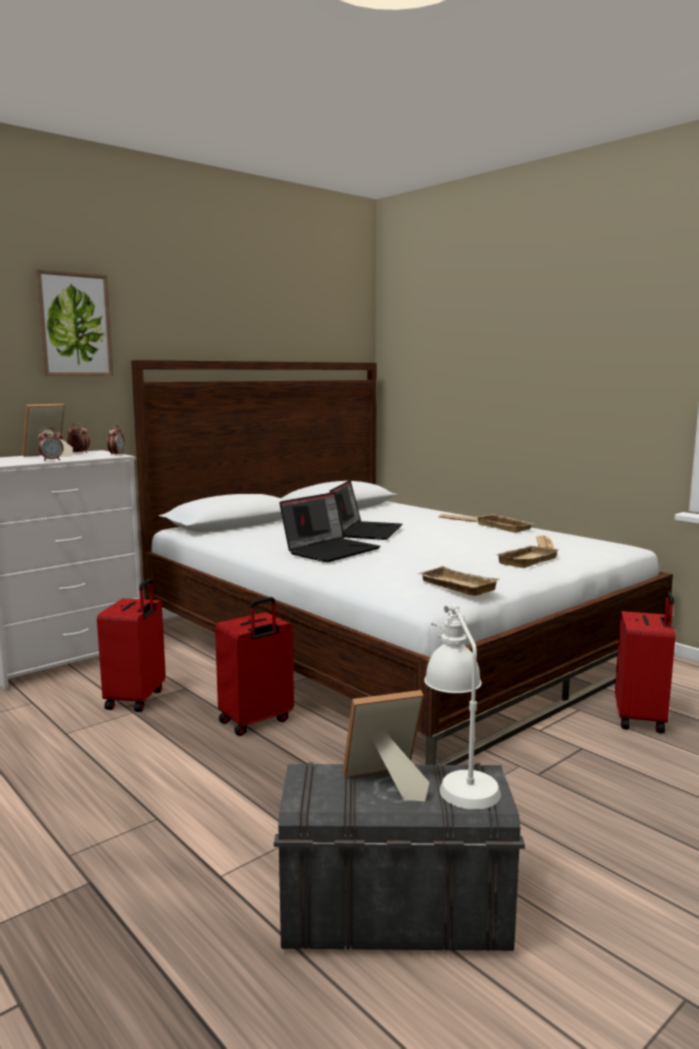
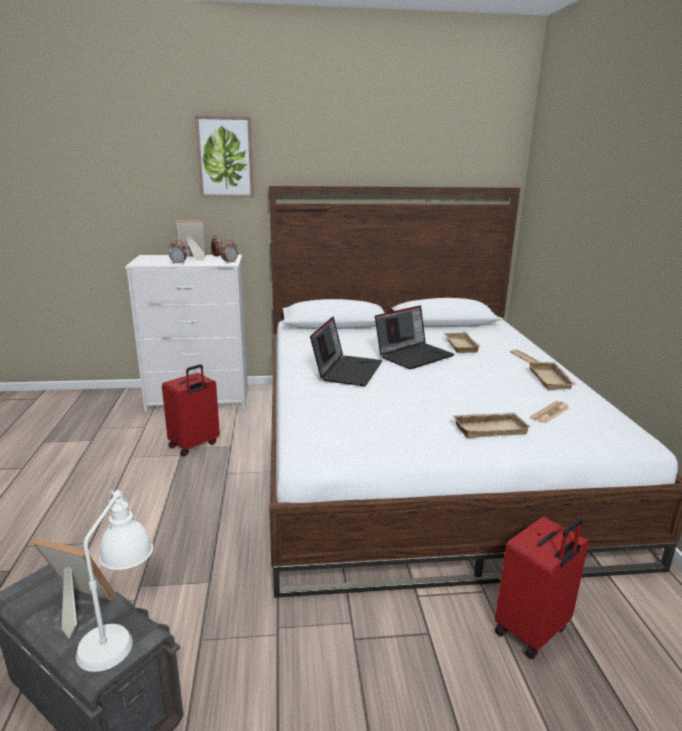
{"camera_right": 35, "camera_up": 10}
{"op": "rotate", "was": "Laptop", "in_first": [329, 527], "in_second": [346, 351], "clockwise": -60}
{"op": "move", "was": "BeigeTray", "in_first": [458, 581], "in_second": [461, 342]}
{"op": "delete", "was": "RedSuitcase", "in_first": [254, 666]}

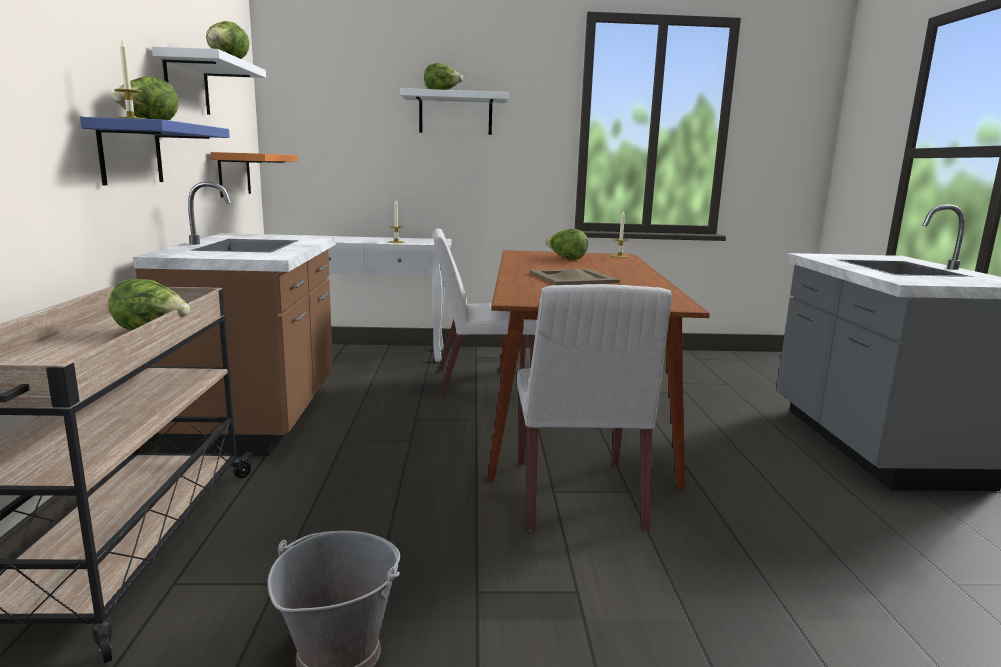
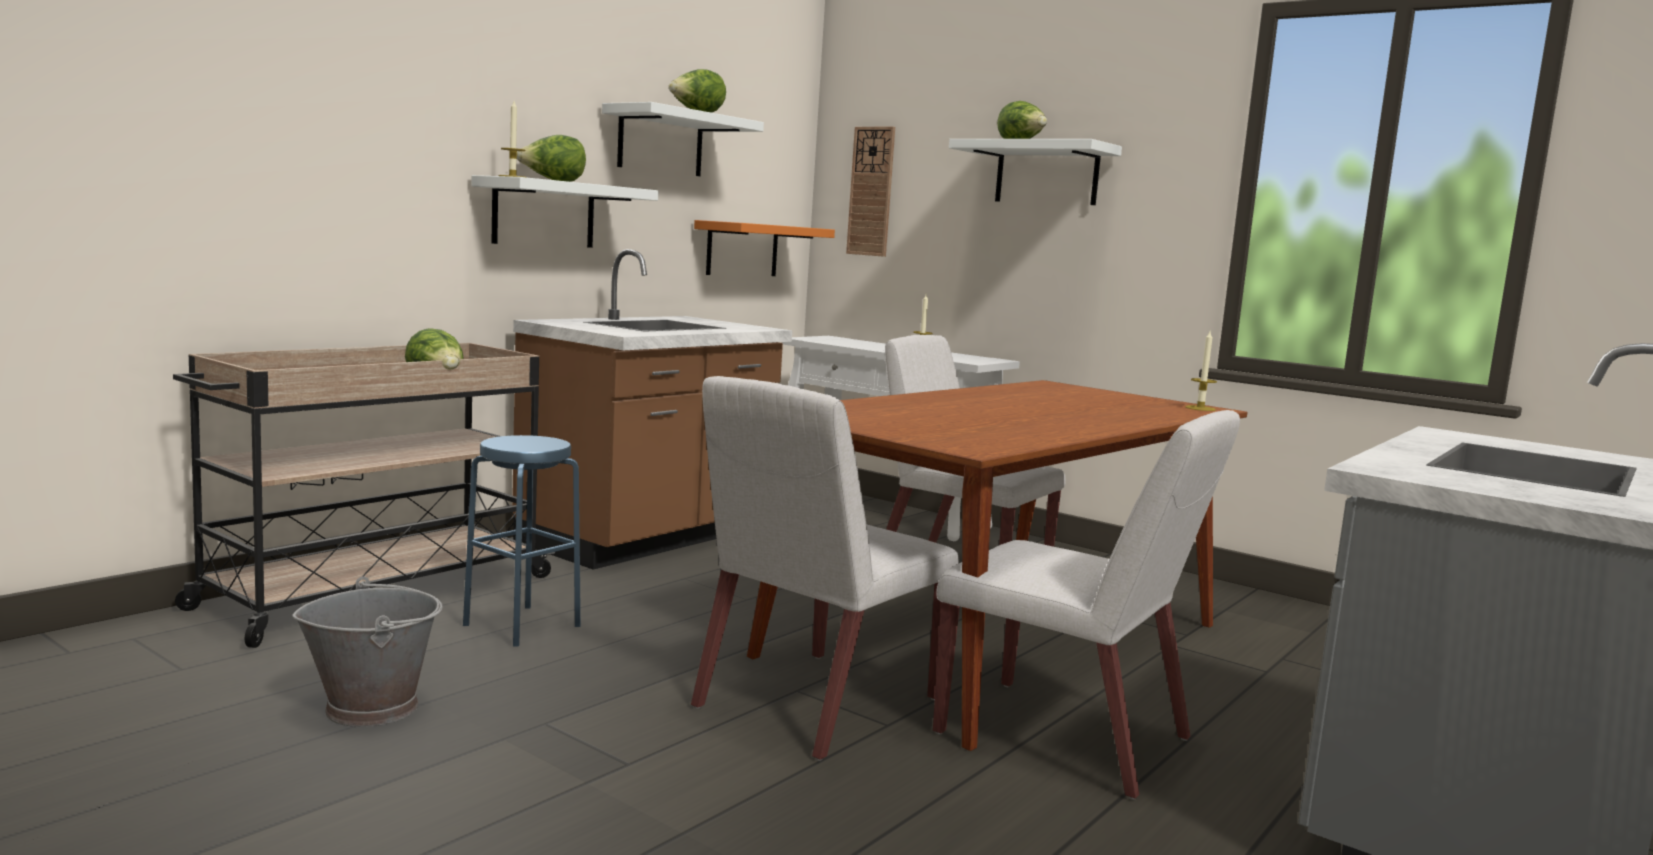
{"camera_right": 40, "camera_up": -5}
{"op": "insert", "now": "BlueStool", "in_second": [522, 541]}
{"op": "recolor", "was": "BlueShelf", "now": "WhiteShelf", "in_first": [155, 151], "in_second": [565, 211]}
{"op": "insert", "now": "WallClock", "in_second": [870, 191]}
{"op": "insert", "now": "WhiteChair", "in_second": [1086, 605]}
{"op": "delete", "was": "BeigeTray", "in_first": [575, 276]}
{"op": "delete", "was": "Lettuce", "in_first": [567, 244]}

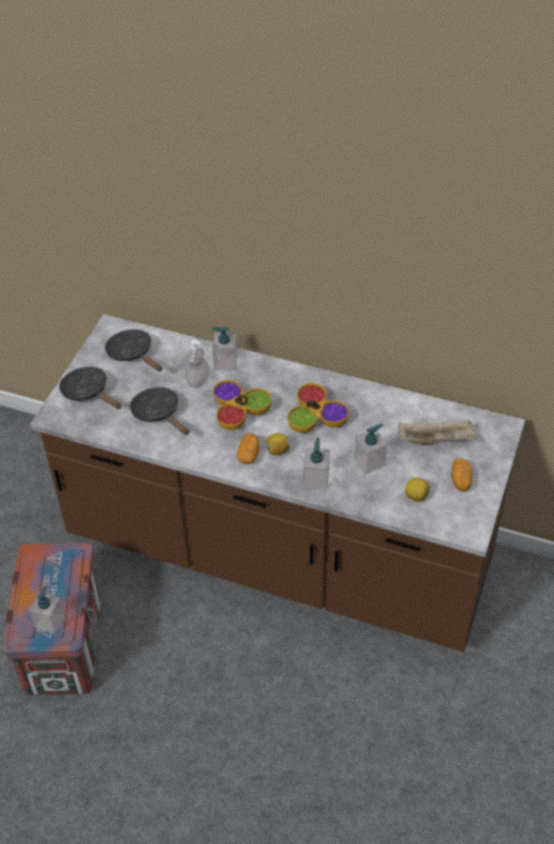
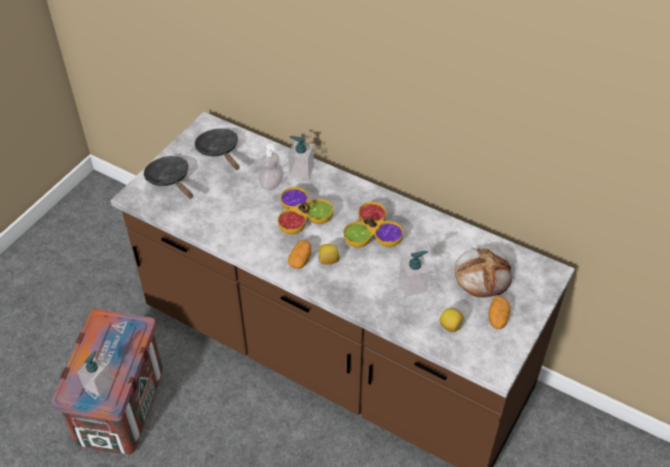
{"camera_right": 10, "camera_up": 0}
{"op": "replace", "was": "BeigeTray", "now": "Bread", "in_first": [437, 432], "in_second": [483, 273]}
{"op": "delete", "was": "BlackFryingPan", "in_first": [159, 411]}
{"op": "delete", "was": "SoapDispenser", "in_first": [316, 463]}

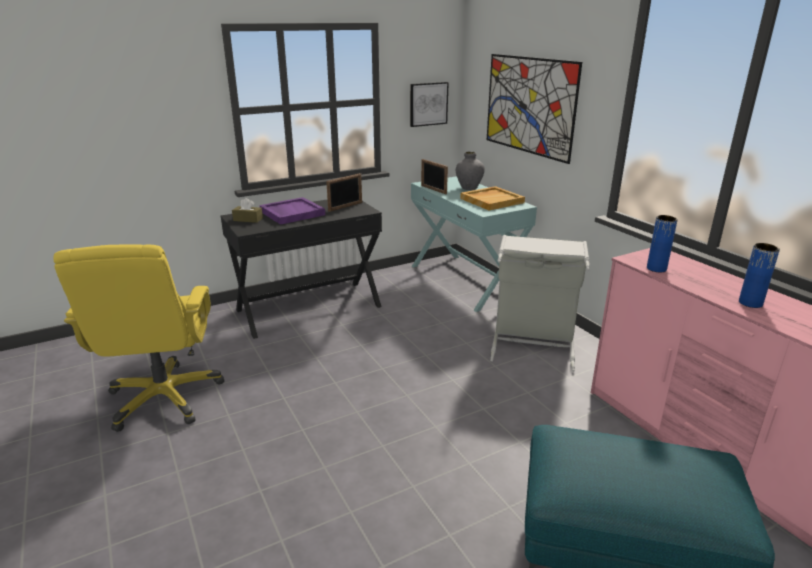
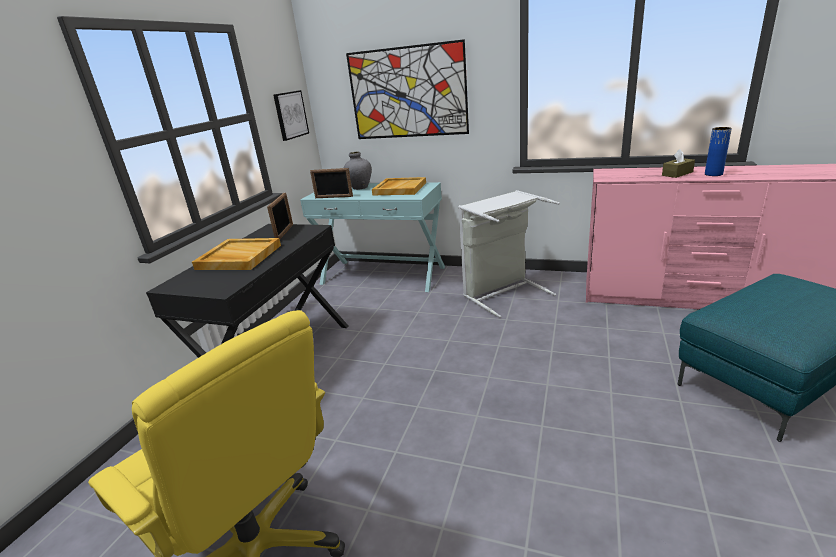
{"camera_right": -40, "camera_up": 0}
{"op": "recolor", "was": "PurpleTray", "now": "BeigeTray", "in_first": [292, 211], "in_second": [236, 254]}
{"op": "move", "was": "BrownTissueBox", "in_first": [247, 210], "in_second": [678, 163]}
{"op": "delete", "was": "BlueVase", "in_first": [662, 243]}

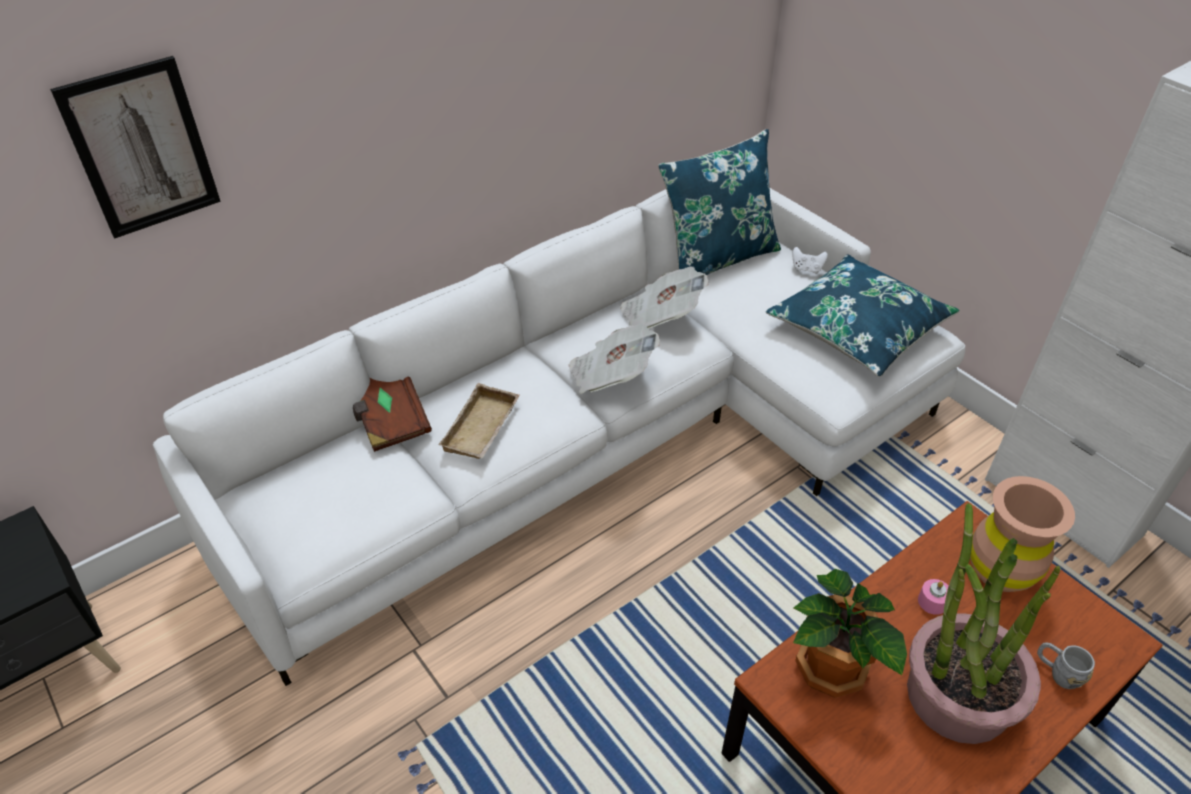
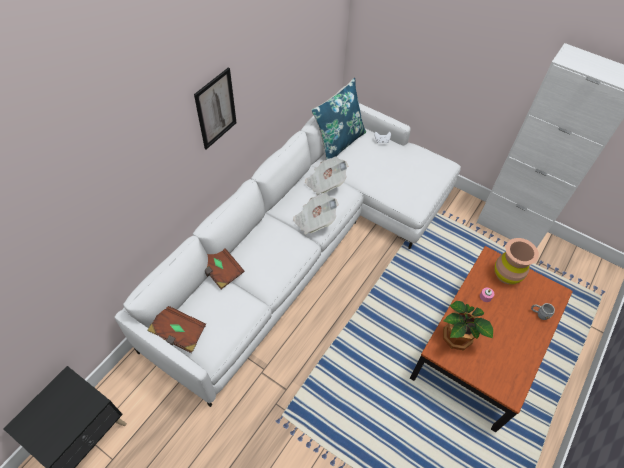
{"camera_right": -20, "camera_up": 10}
{"op": "insert", "now": "BrownBook", "in_second": [176, 329]}
{"op": "move", "was": "Picture", "in_first": [135, 147], "in_second": [215, 108]}
{"op": "delete", "was": "BeigeTray", "in_first": [478, 421]}
{"op": "delete", "was": "BluePillow", "in_first": [863, 316]}
{"op": "delete", "was": "PottedPlant", "in_first": [983, 623]}

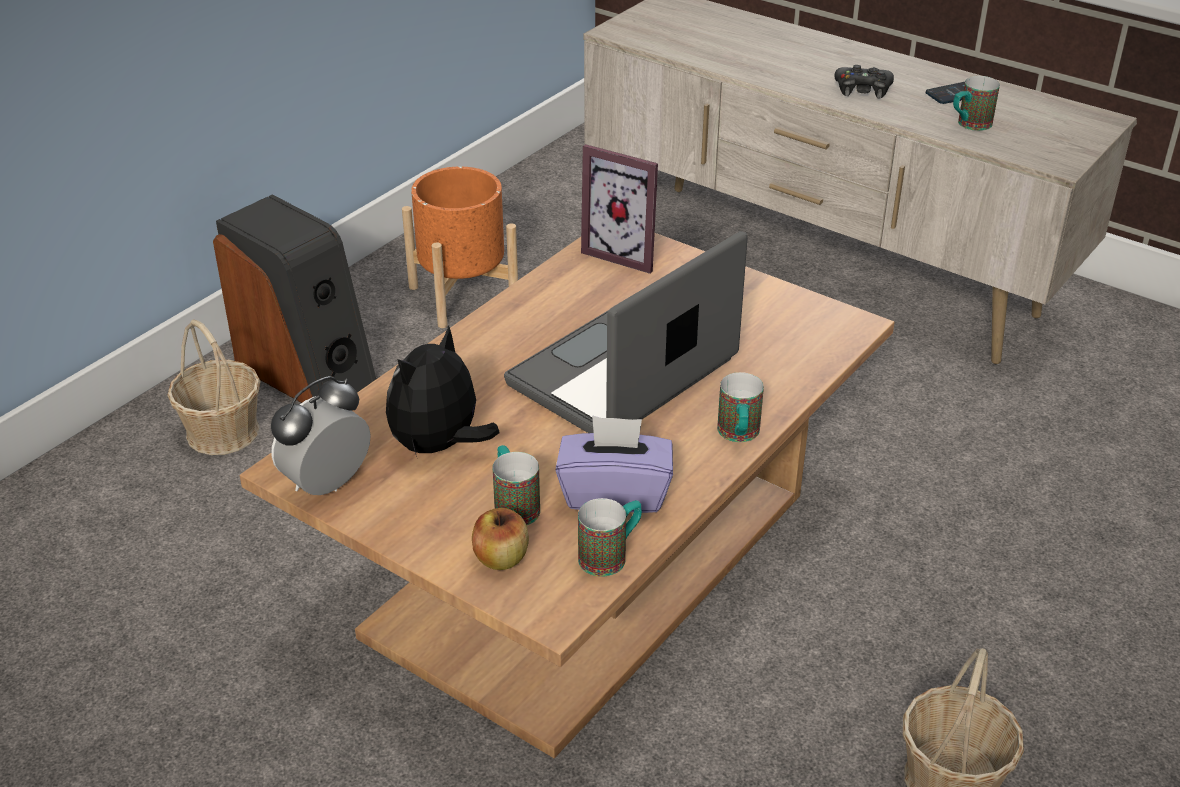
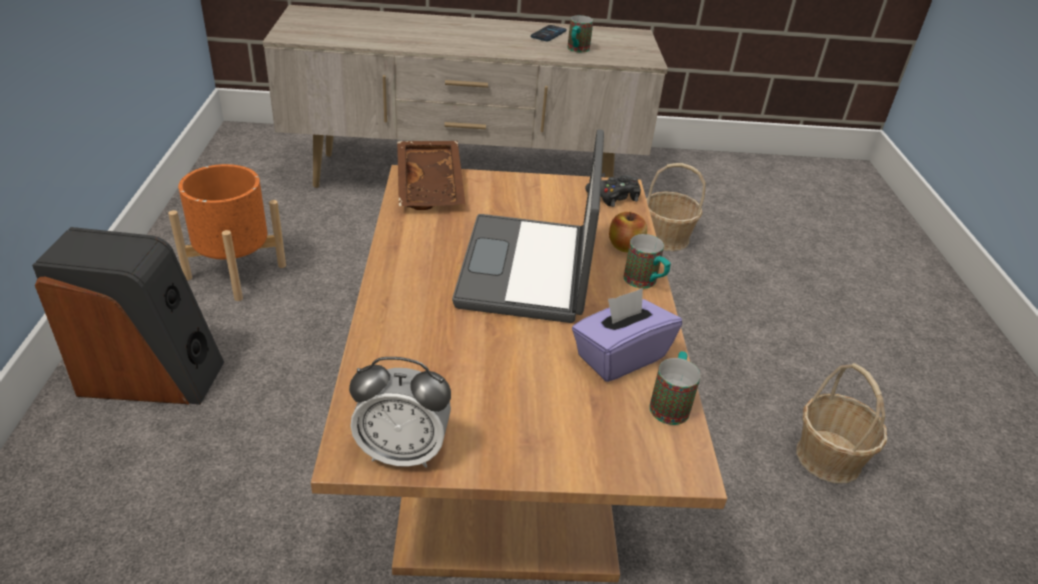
{"camera_right": -40, "camera_up": 0}
{"op": "rotate", "was": "AlarmClock", "in_first": [321, 435], "in_second": [400, 412], "clockwise": -90}
{"op": "replace", "was": "PictureFrame", "now": "BrownTray", "in_first": [619, 209], "in_second": [431, 175]}
{"op": "move", "was": "BlackGameController", "in_first": [864, 81], "in_second": [613, 191]}
{"op": "move", "was": "Apple", "in_first": [500, 539], "in_second": [628, 232]}
{"op": "move", "was": "Basket", "in_first": [214, 387], "in_second": [676, 207]}
{"op": "delete", "was": "PlushToy", "in_first": [442, 391]}
{"op": "delete", "was": "Mug", "in_first": [516, 485]}

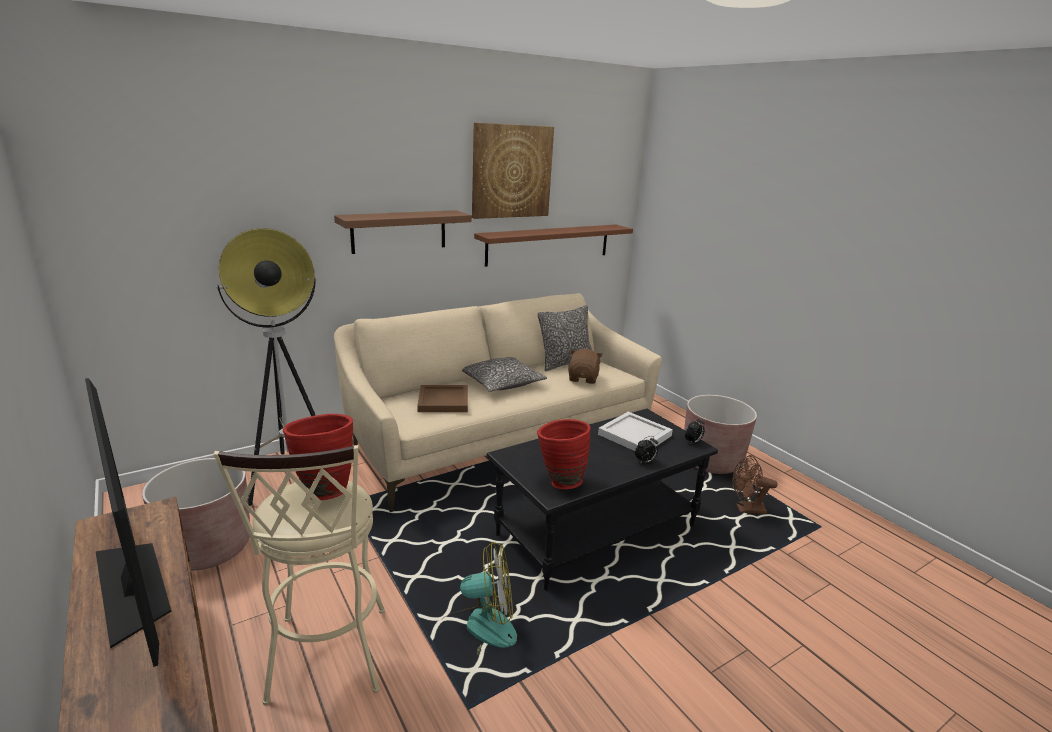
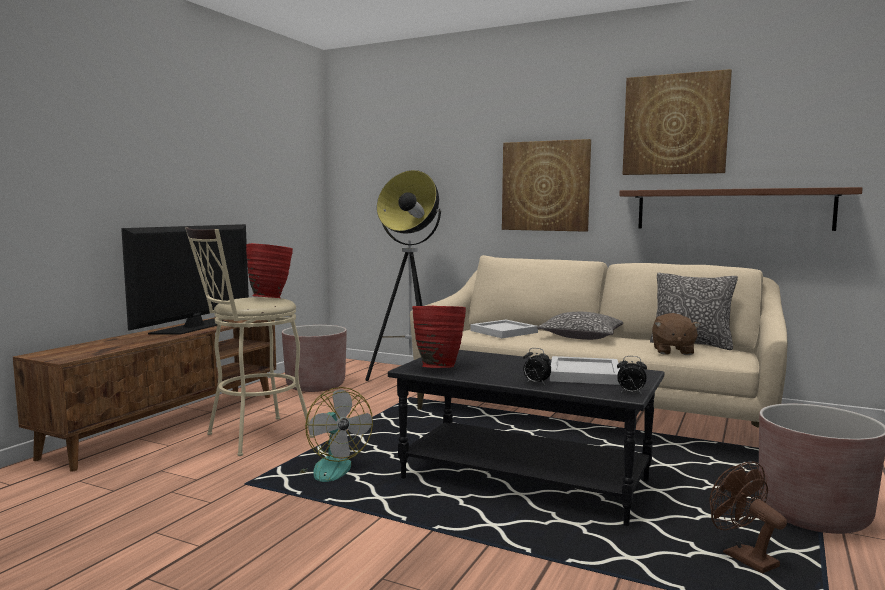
{"camera_right": 60, "camera_up": -15}
{"op": "recolor", "was": "BrownTray", "now": "WhiteTray", "in_first": [442, 398], "in_second": [504, 329]}
{"op": "replace", "was": "BrownShelf", "now": "Picture", "in_first": [403, 232], "in_second": [546, 185]}
{"op": "rotate", "was": "BrownPlushToy", "in_first": [585, 366], "in_second": [676, 334], "clockwise": 120}

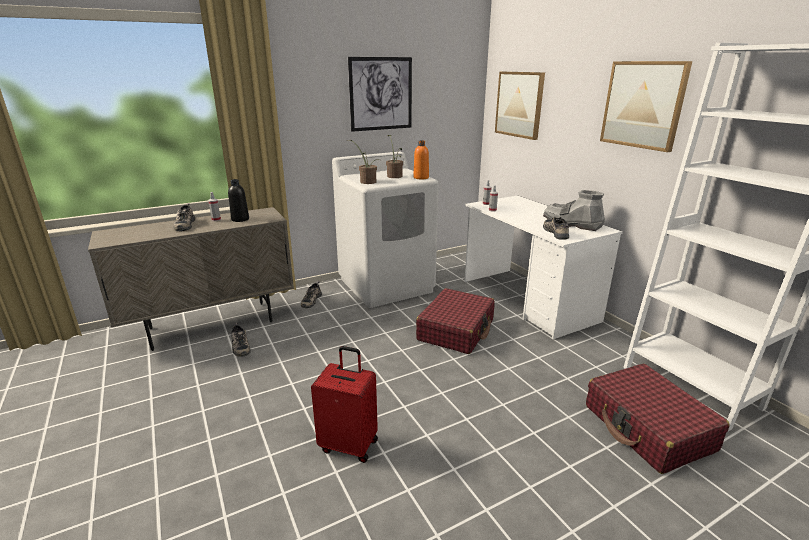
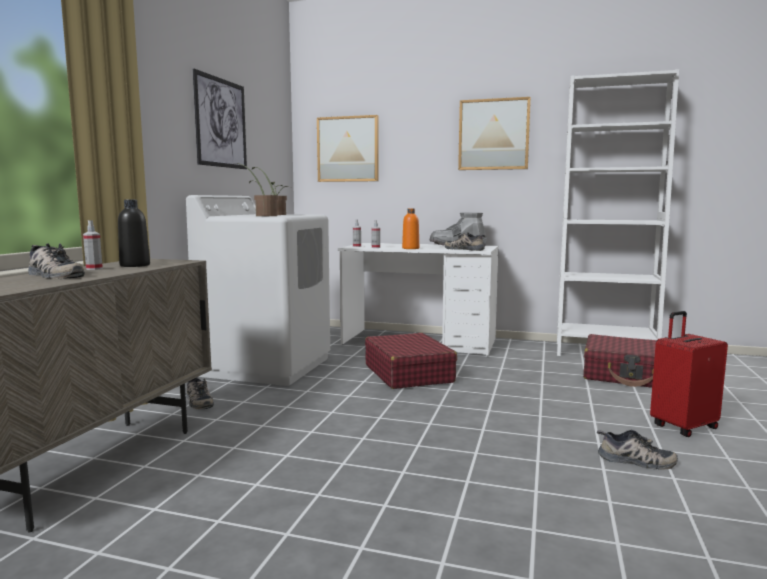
{"camera_right": -45, "camera_up": -15}
{"op": "move", "was": "OrangeBottle", "in_first": [421, 159], "in_second": [410, 228]}
{"op": "move", "was": "Shoe", "in_first": [241, 339], "in_second": [637, 450]}
{"op": "move", "was": "RedSuitcase", "in_first": [344, 404], "in_second": [689, 374]}

